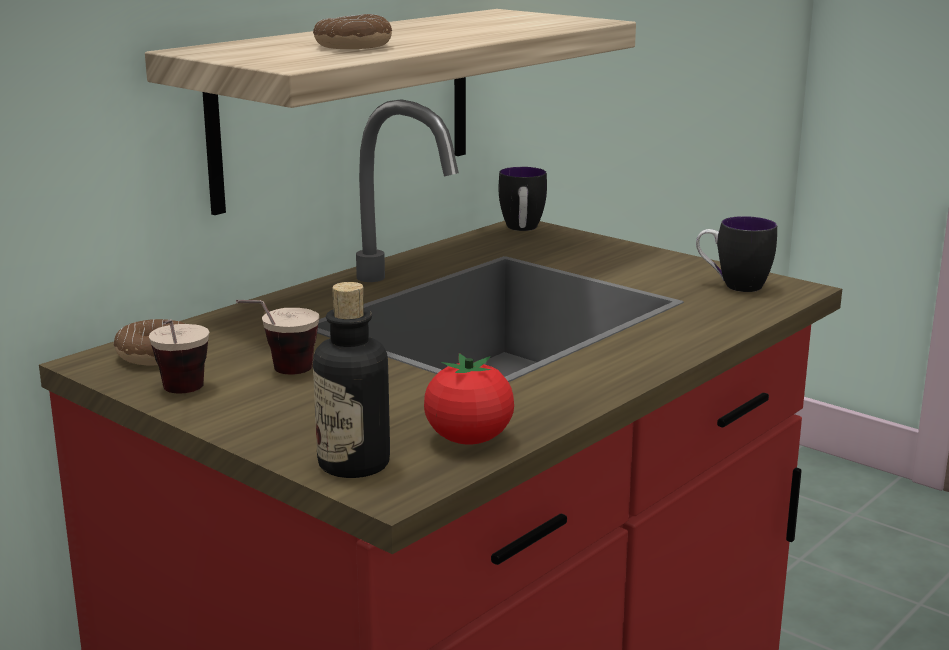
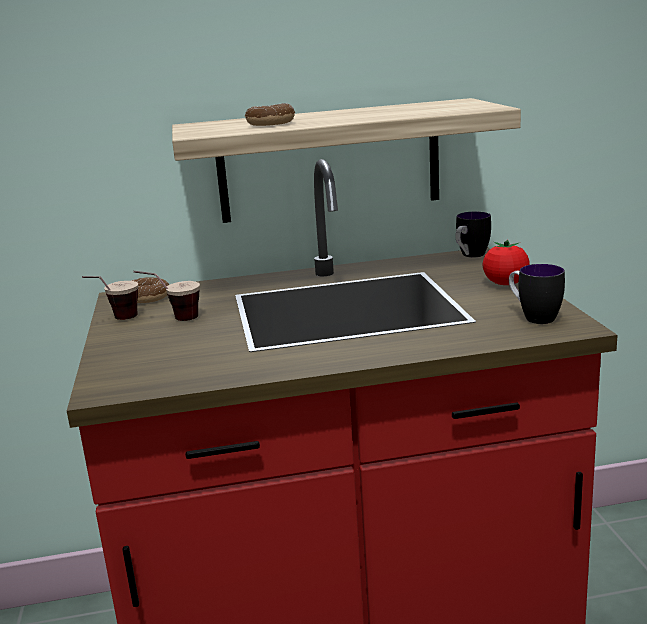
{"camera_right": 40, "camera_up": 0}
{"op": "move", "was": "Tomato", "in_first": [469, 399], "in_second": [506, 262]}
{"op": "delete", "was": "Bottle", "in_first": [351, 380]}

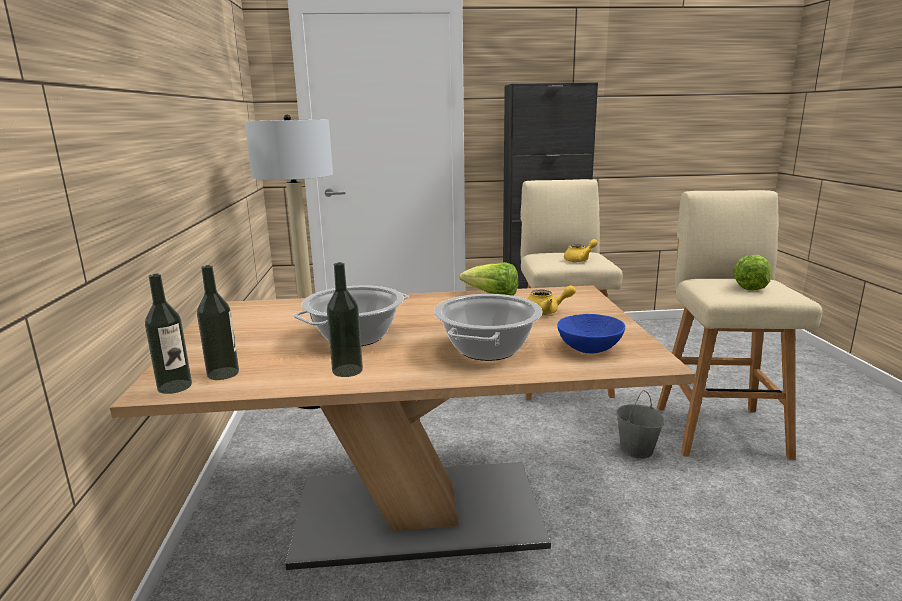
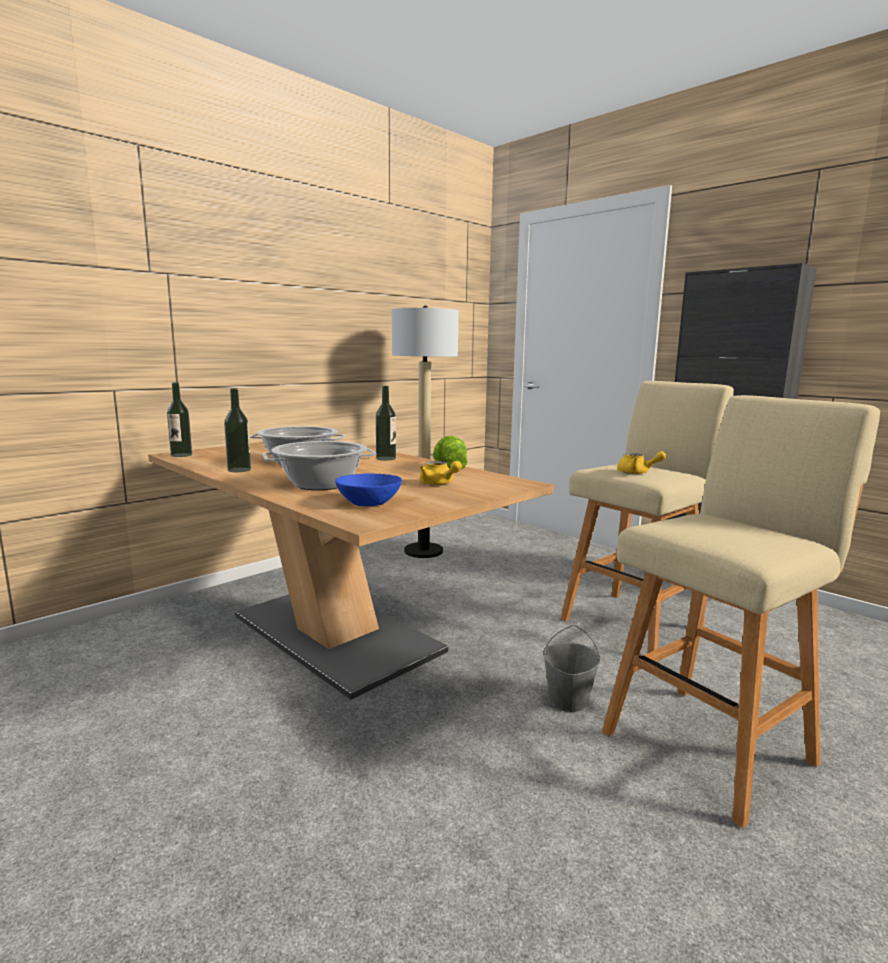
{"camera_right": 50, "camera_up": -5}
{"op": "move", "was": "Bottle", "in_first": [218, 322], "in_second": [386, 423]}
{"op": "delete", "was": "Lettuce", "in_first": [751, 272]}

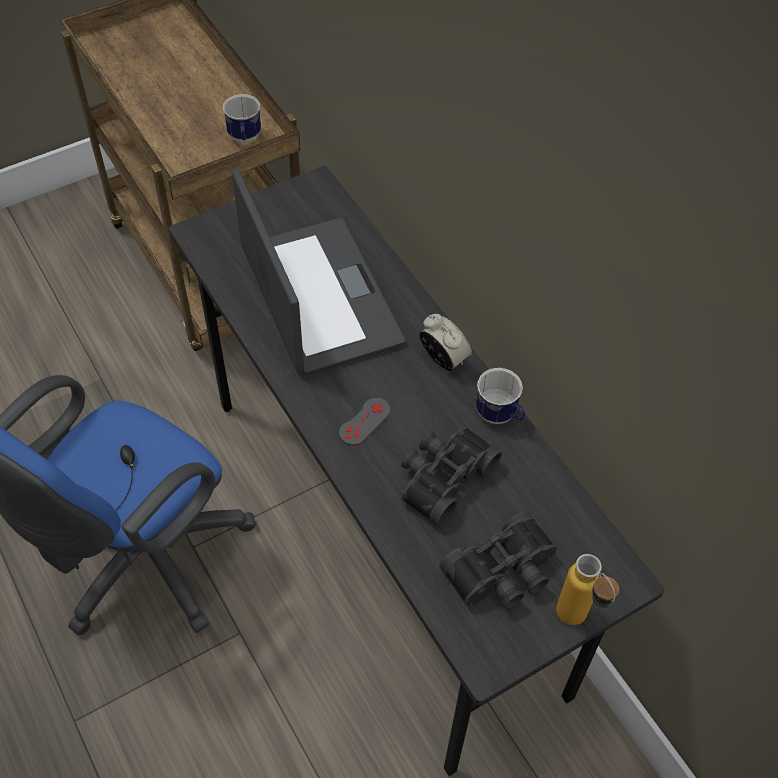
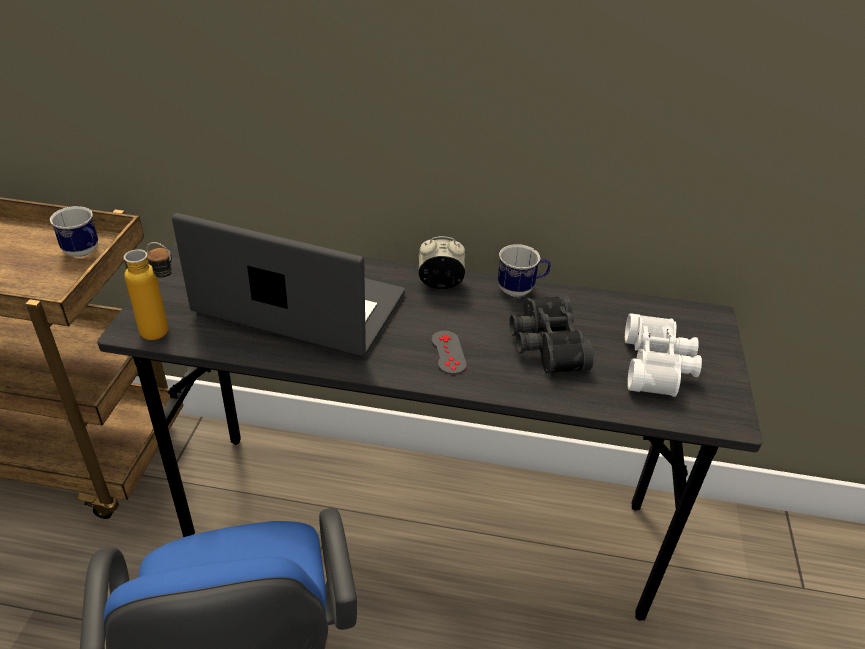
{"camera_right": -50, "camera_up": -15}
{"op": "move", "was": "Bottle", "in_first": [587, 589], "in_second": [148, 291]}
{"op": "recolor", "was": "BlackBinoculars", "now": "WhiteBinoculars", "in_first": [498, 560], "in_second": [663, 355]}

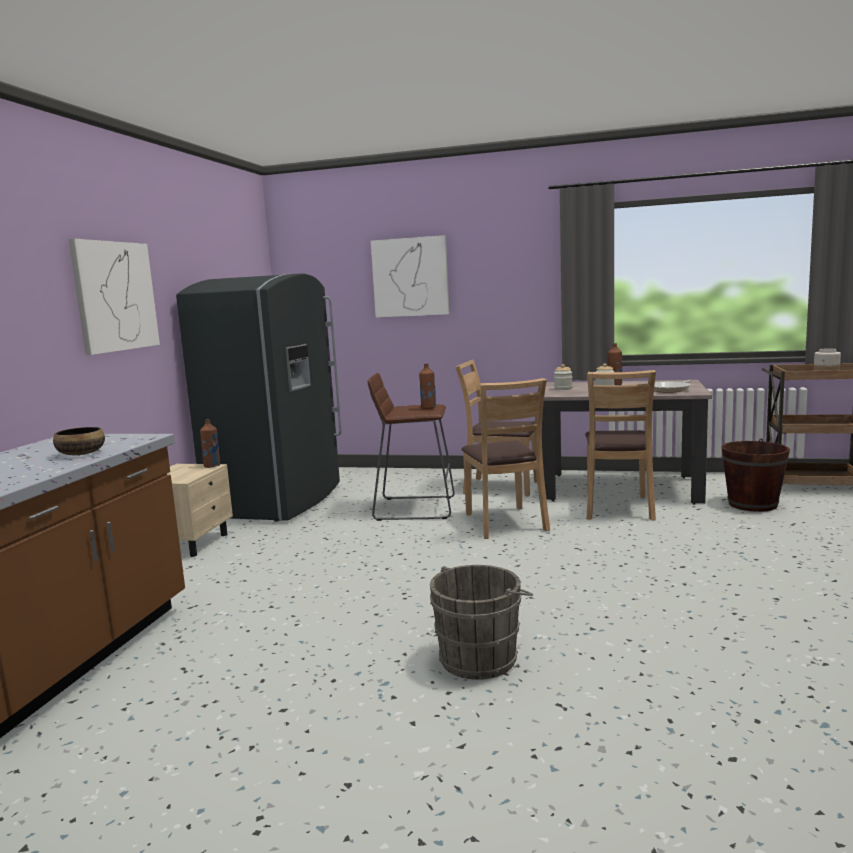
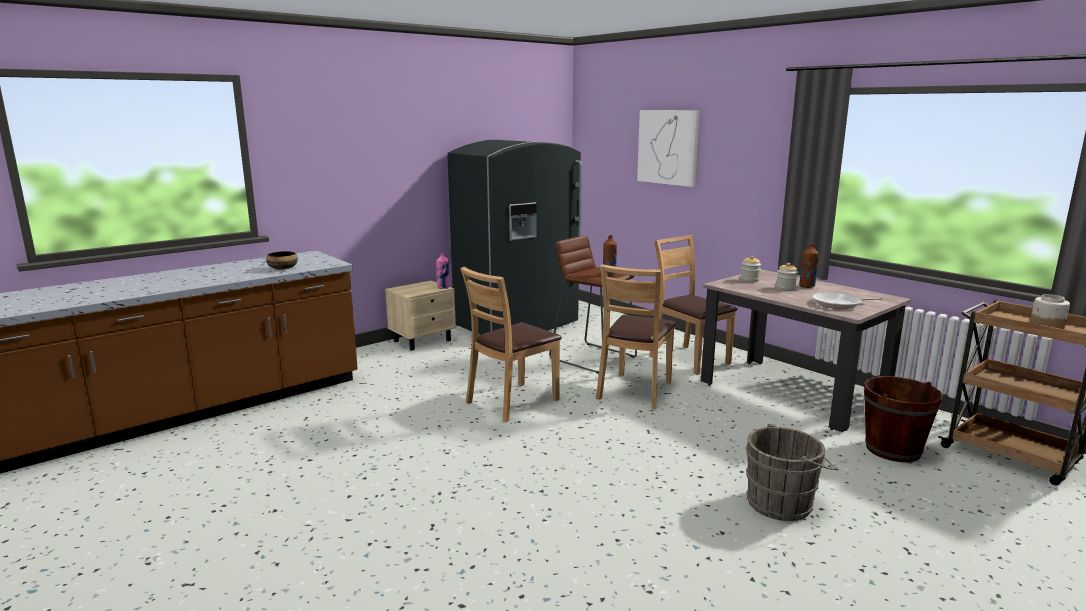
{"camera_right": 35, "camera_up": 5}
{"op": "recolor", "was": "BrownBottle", "now": "PinkBottle", "in_first": [210, 443], "in_second": [443, 270]}
{"op": "move", "was": "BrownChair", "in_first": [620, 445], "in_second": [511, 344]}
{"op": "move", "was": "GreyBucket", "in_first": [481, 622], "in_second": [789, 472]}
{"op": "delete", "was": "Picture", "in_first": [114, 296]}

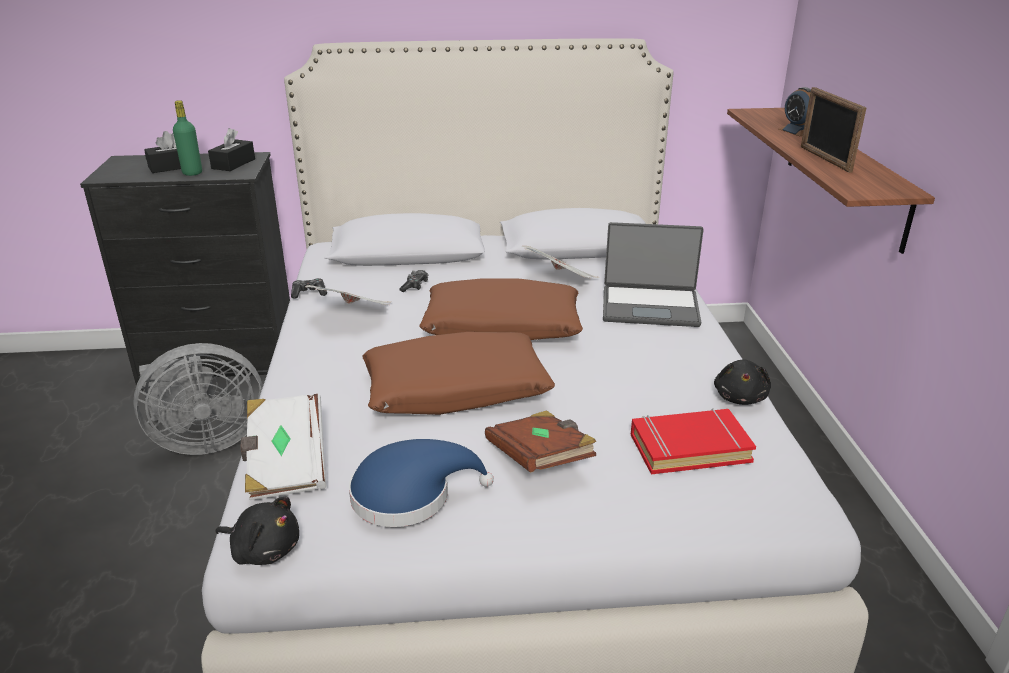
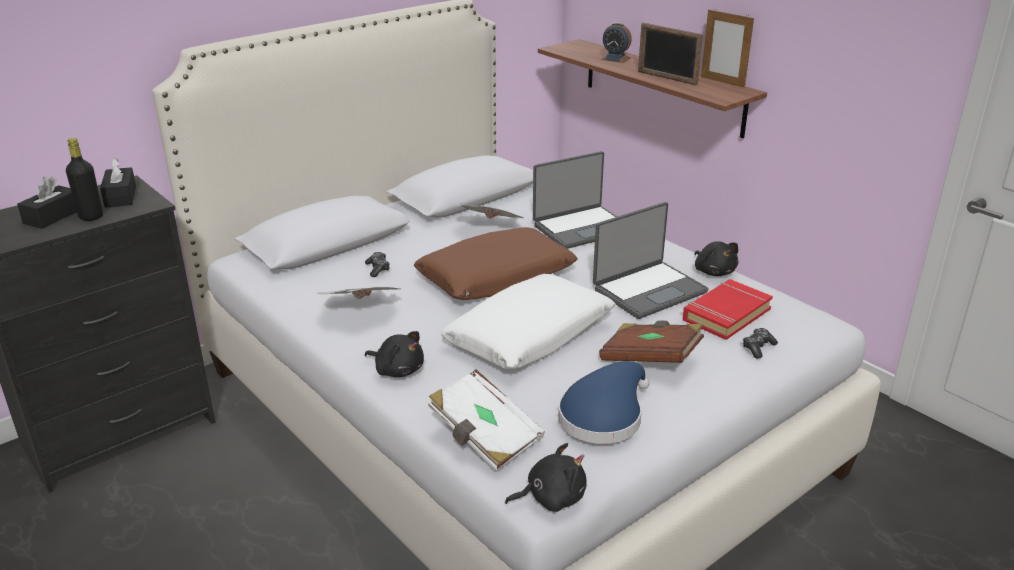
{"camera_right": -35, "camera_up": 0}
{"op": "recolor", "was": "GreenBottle", "now": "BlackBottle", "in_first": [187, 138], "in_second": [84, 179]}
{"op": "insert", "now": "BlackPlushToy", "in_second": [394, 354]}
{"op": "recolor", "was": "BrownPillow", "now": "WhitePillow", "in_first": [458, 373], "in_second": [528, 321]}
{"op": "insert", "now": "Laptop", "in_second": [650, 260]}
{"op": "insert", "now": "PictureFrame", "in_second": [727, 48]}
{"op": "move", "was": "GameController", "in_first": [309, 288], "in_second": [760, 343]}
{"op": "delete", "was": "GreyFan", "in_first": [198, 399]}

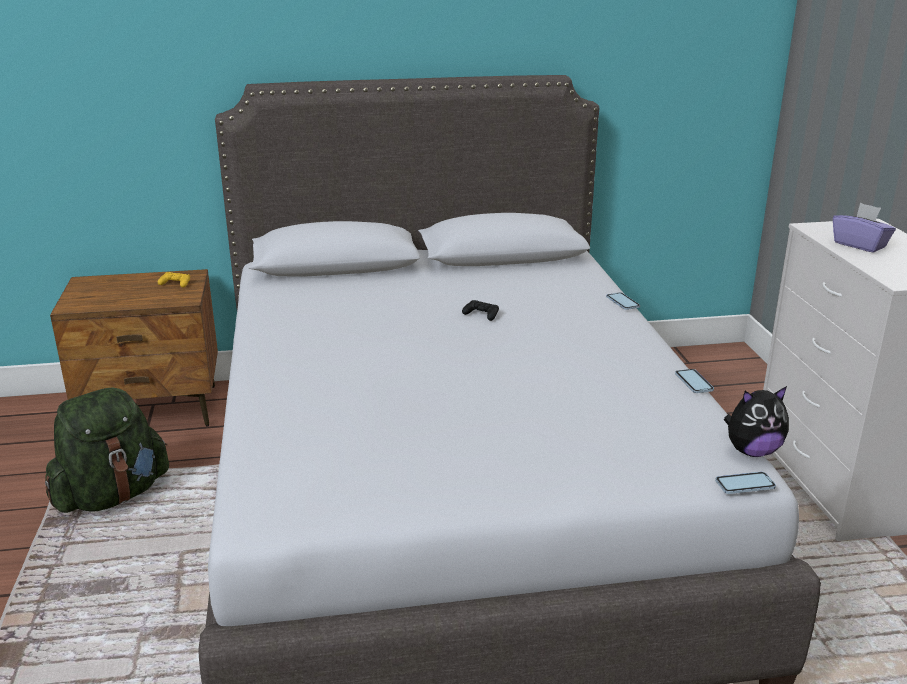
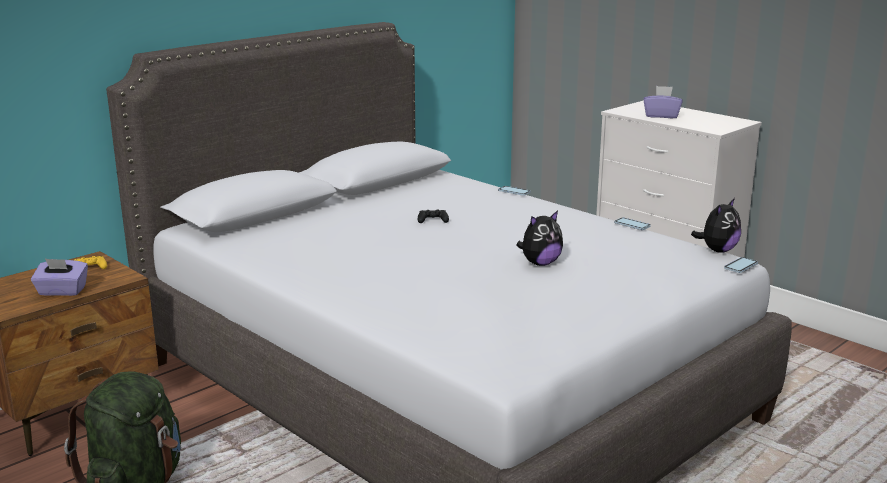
{"camera_right": -35, "camera_up": -5}
{"op": "insert", "now": "PurpleTissueBox", "in_second": [59, 277]}
{"op": "insert", "now": "PlushToy", "in_second": [539, 238]}

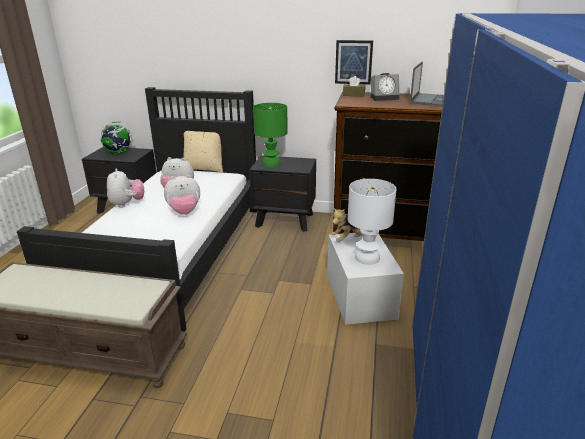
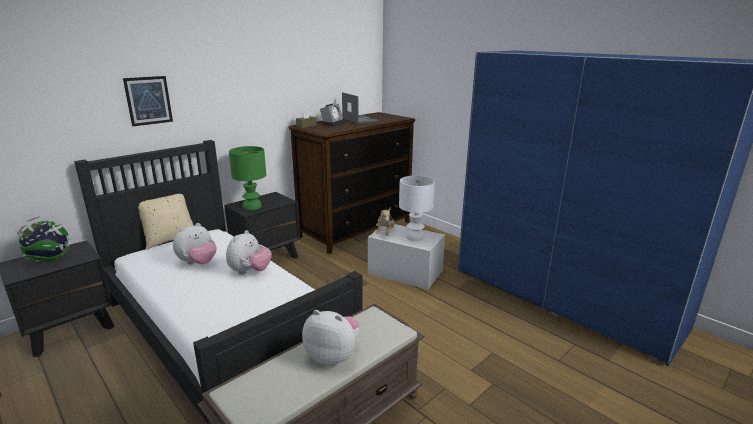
{"camera_right": -55, "camera_up": -5}
{"op": "move", "was": "Picture", "in_first": [354, 62], "in_second": [148, 101]}
{"op": "move", "was": "PlushToy", "in_first": [125, 188], "in_second": [330, 338]}

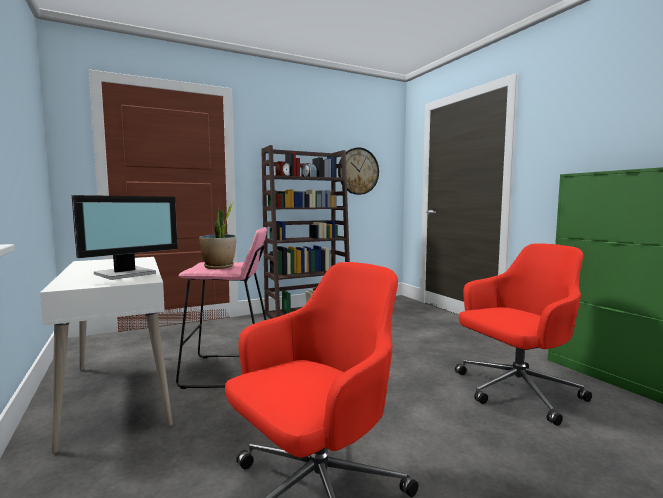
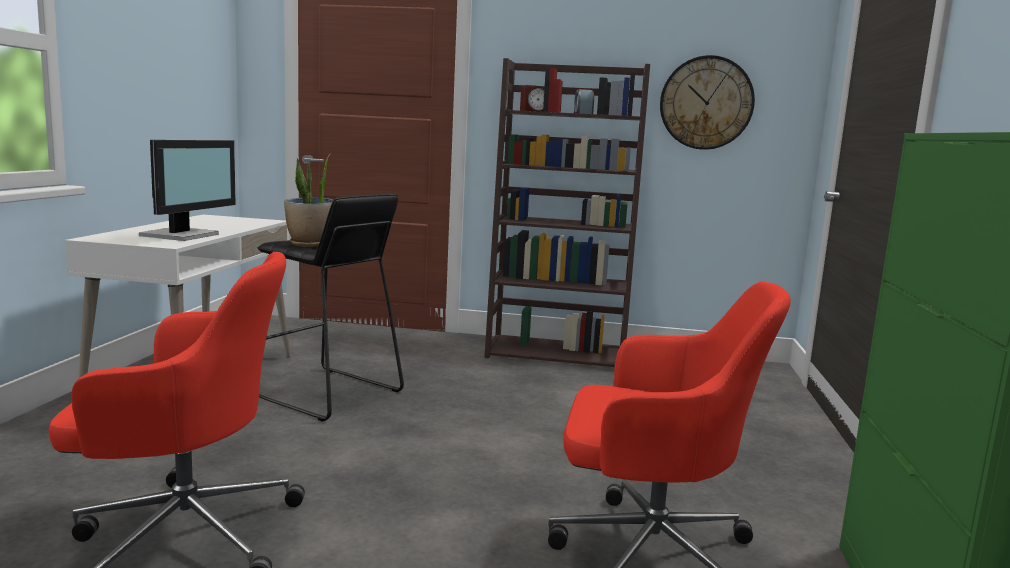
{"camera_right": 35, "camera_up": 5}
{"op": "rotate", "was": "Monitor", "in_first": [125, 237], "in_second": [187, 190], "clockwise": -60}
{"op": "recolor", "was": "PinkStool", "now": "BlackStool", "in_first": [221, 308], "in_second": [331, 308]}

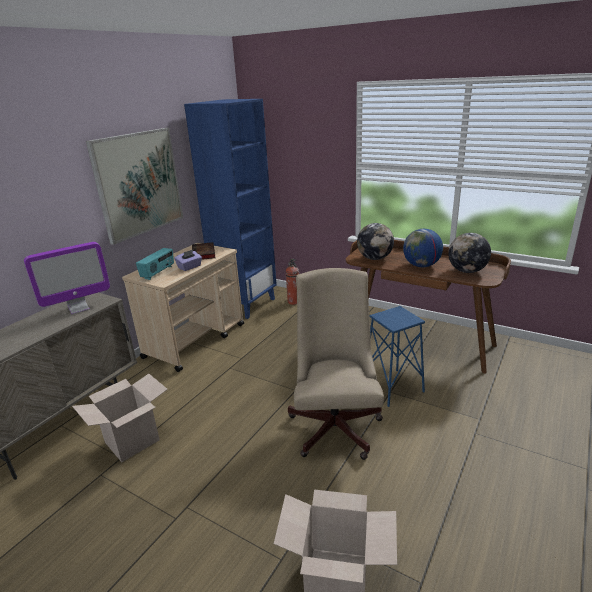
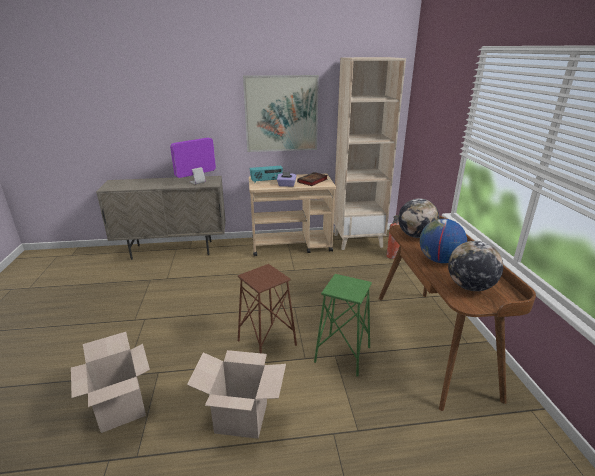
{"camera_right": 50, "camera_up": 0}
{"op": "rotate", "was": "Monitor", "in_first": [67, 278], "in_second": [193, 161], "clockwise": 120}
{"op": "move", "was": "CardboardBox", "in_first": [120, 418], "in_second": [236, 394]}
{"op": "replace", "was": "BeigeOfficeChair", "now": "BrownStool", "in_first": [336, 364], "in_second": [267, 308]}
{"op": "recolor", "was": "BlueStool", "now": "GreenStool", "in_first": [397, 356], "in_second": [343, 325]}
{"op": "recolor", "was": "BlueBookcase", "now": "BeigeBookcase", "in_first": [230, 209], "in_second": [370, 153]}

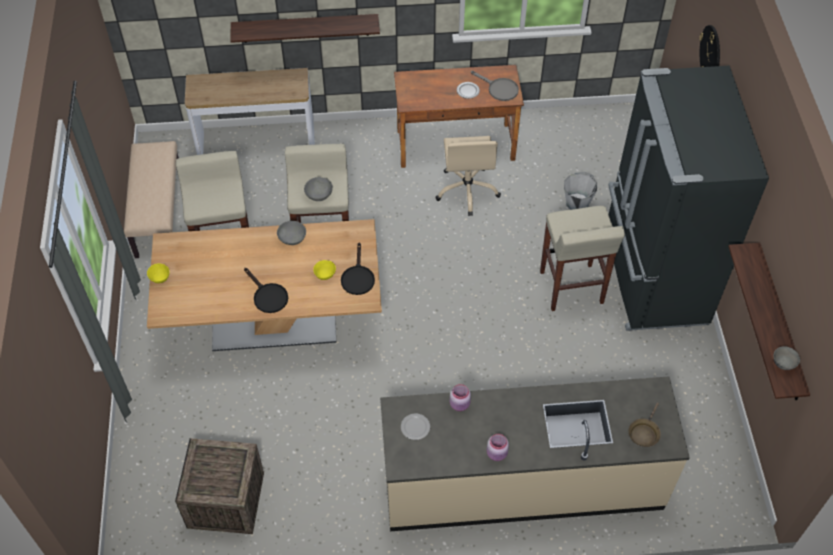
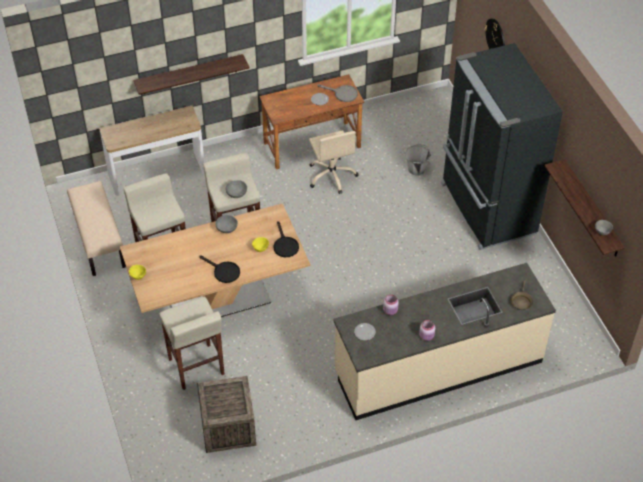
{"camera_right": -15, "camera_up": -5}
{"op": "move", "was": "BeigeStool", "in_first": [582, 258], "in_second": [191, 343]}

